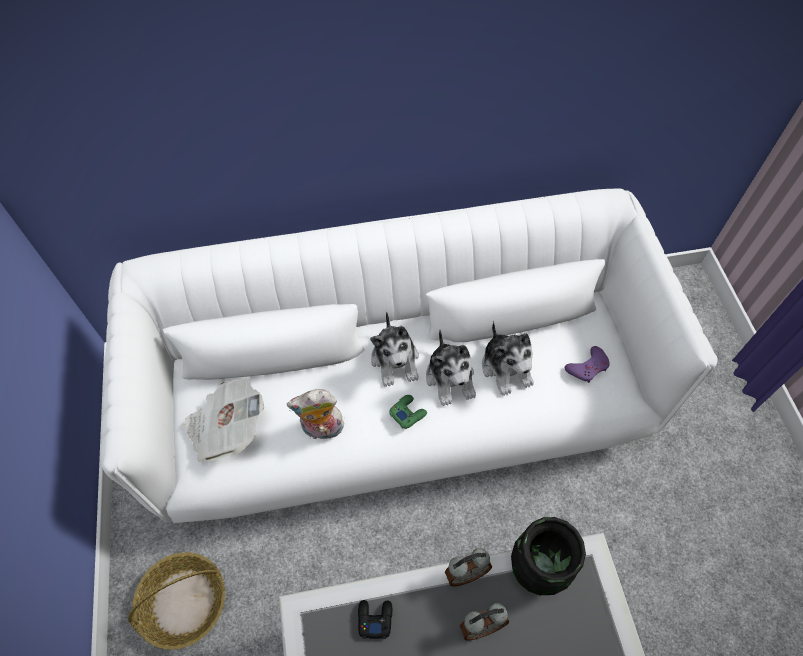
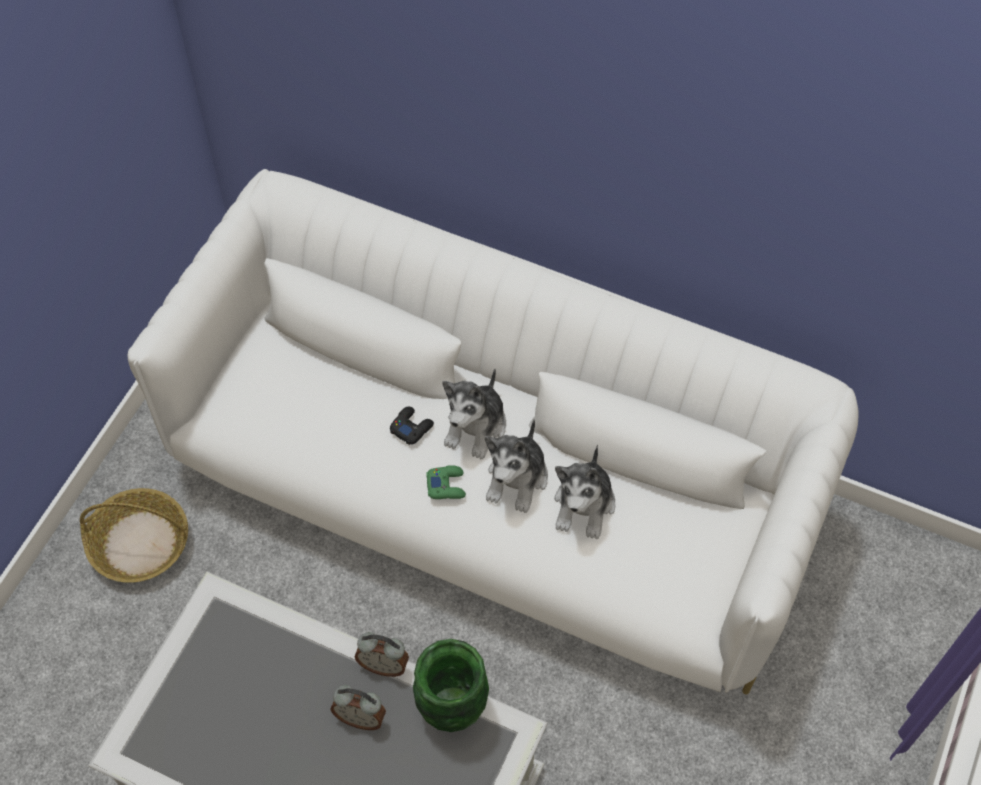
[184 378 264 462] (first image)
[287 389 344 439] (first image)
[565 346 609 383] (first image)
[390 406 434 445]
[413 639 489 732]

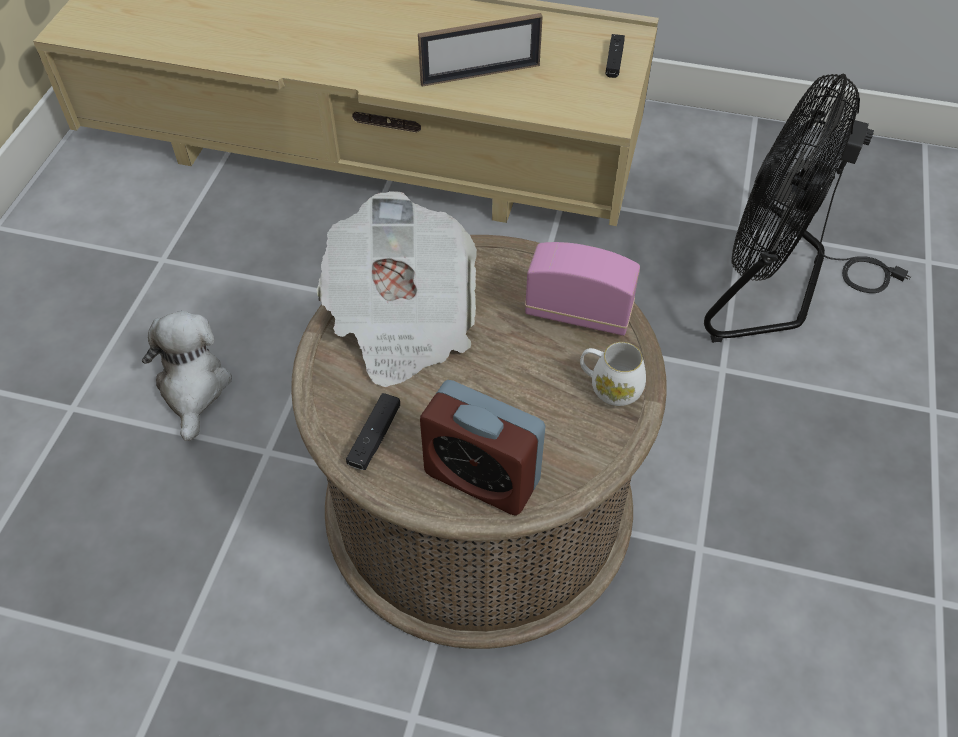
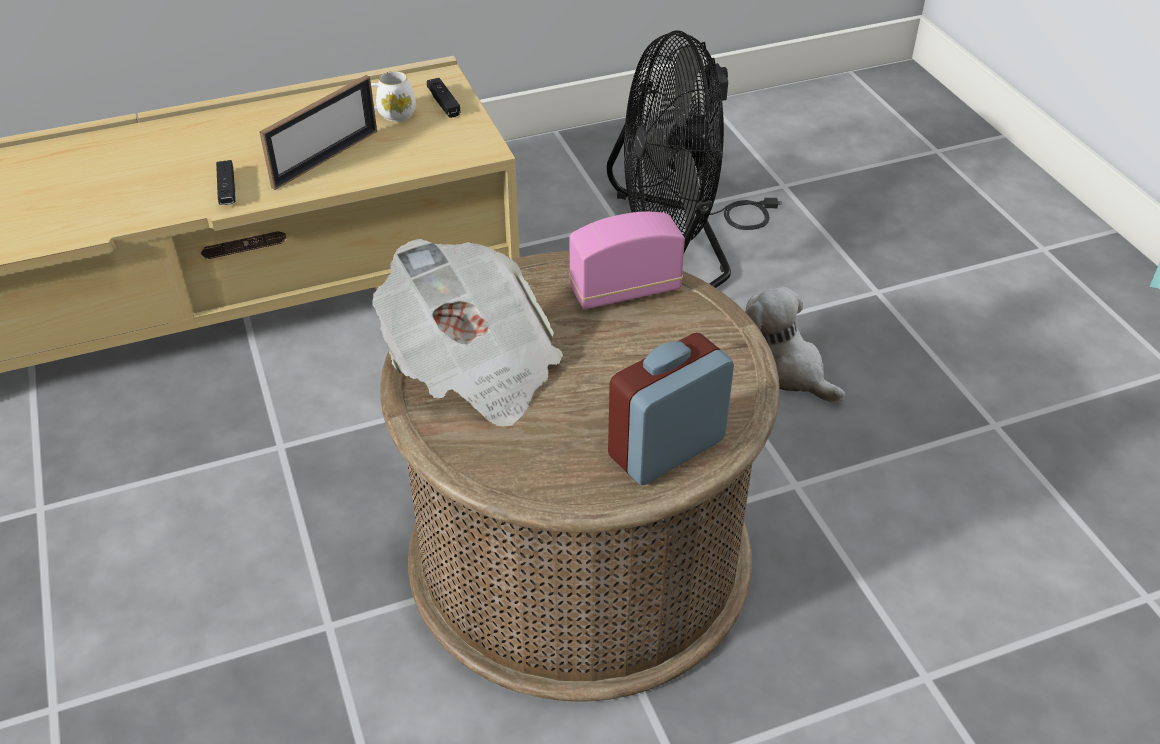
[745 286 845 403]
[216 160 236 205]
[371 71 416 122]
[608 333 734 485]

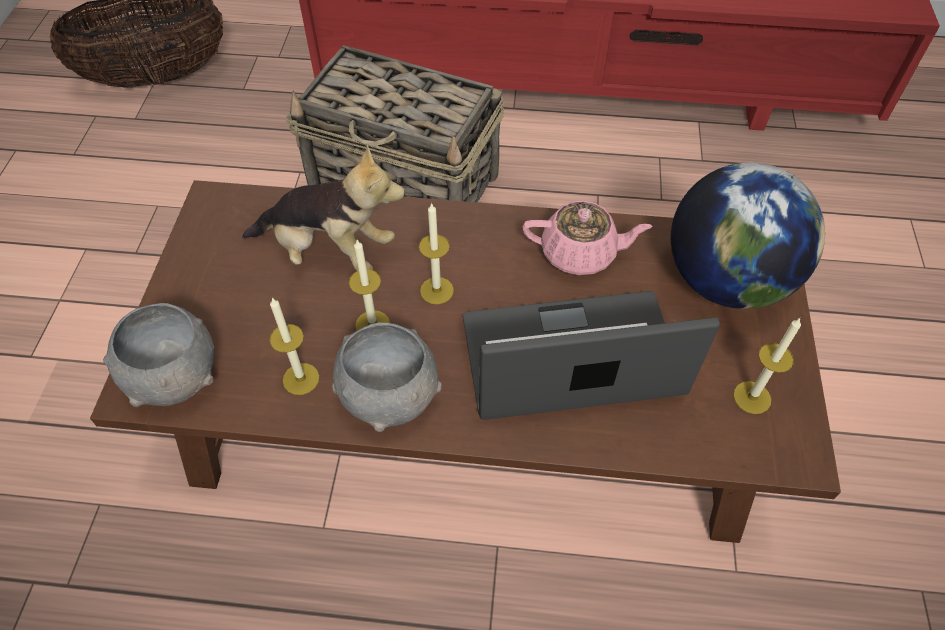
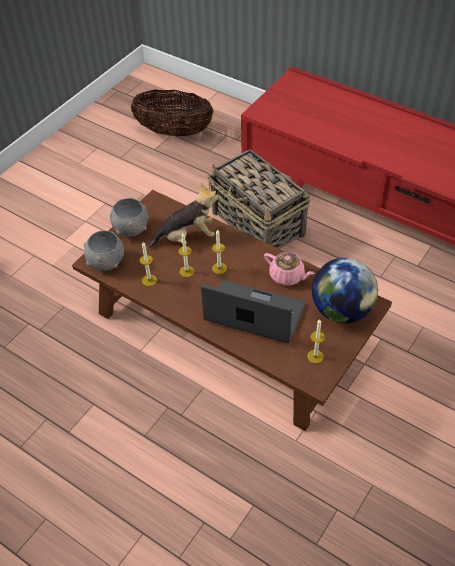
[110 198 149 237]
[149 183 219 248]

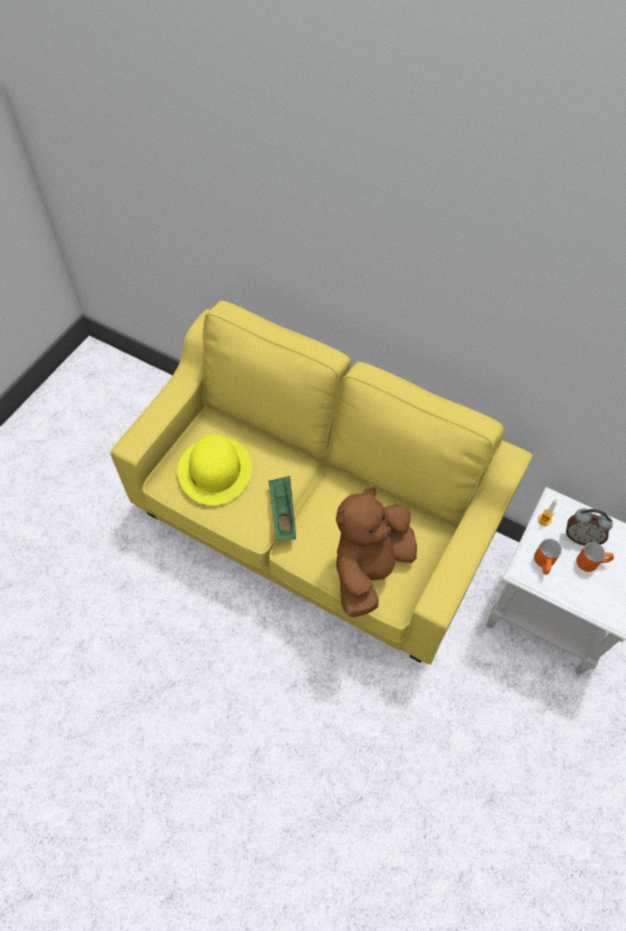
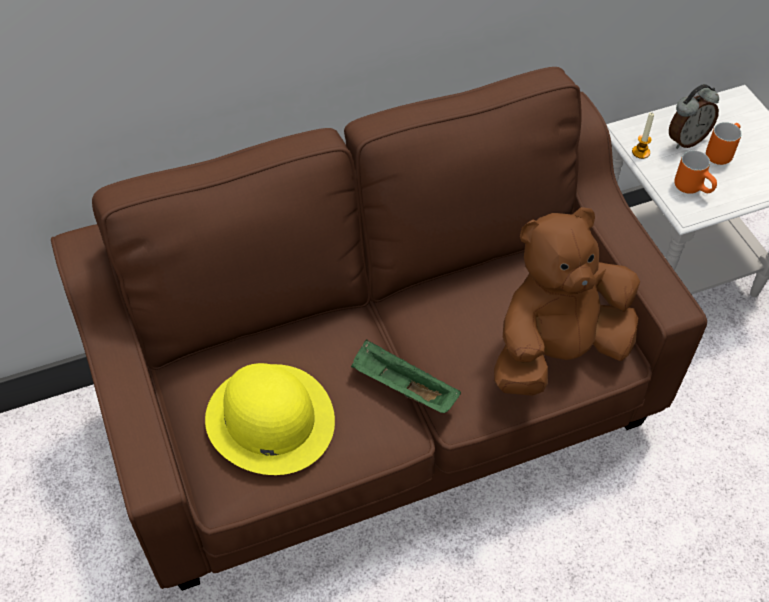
[51 67 707 591]
[494 207 640 396]

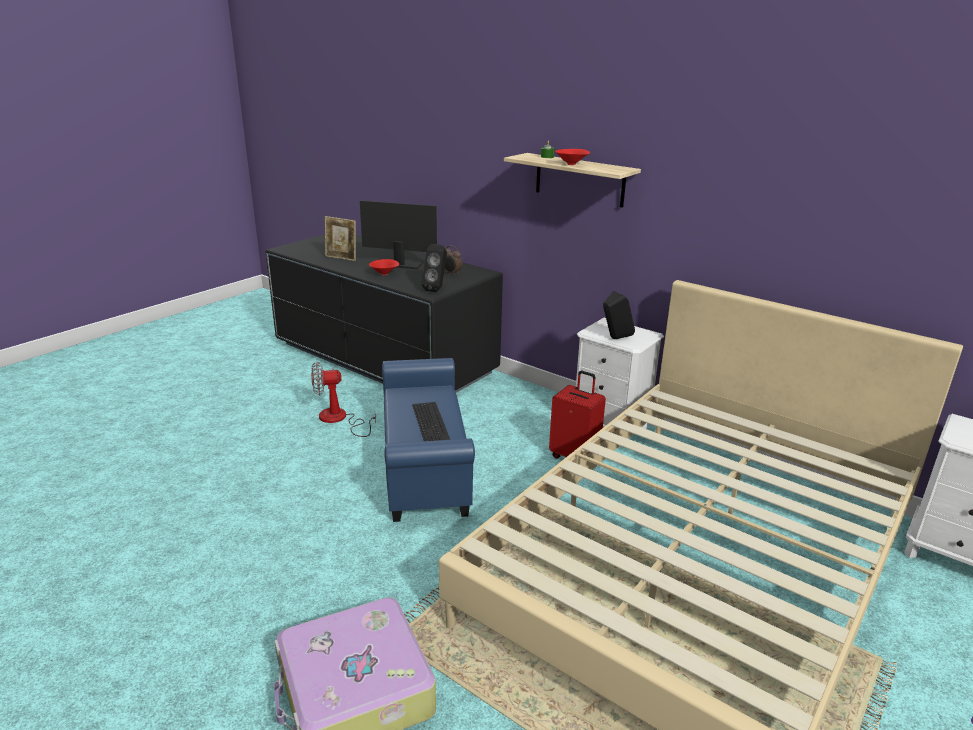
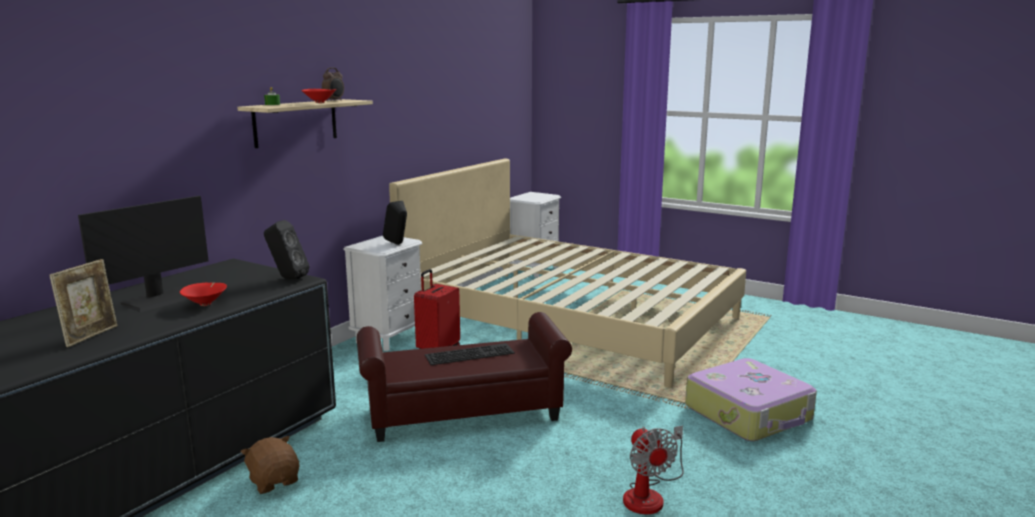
[241 436 299 494]
[623 426 684 514]
[322 67 344 101]
[357 312 572 442]
[78 196 209 312]

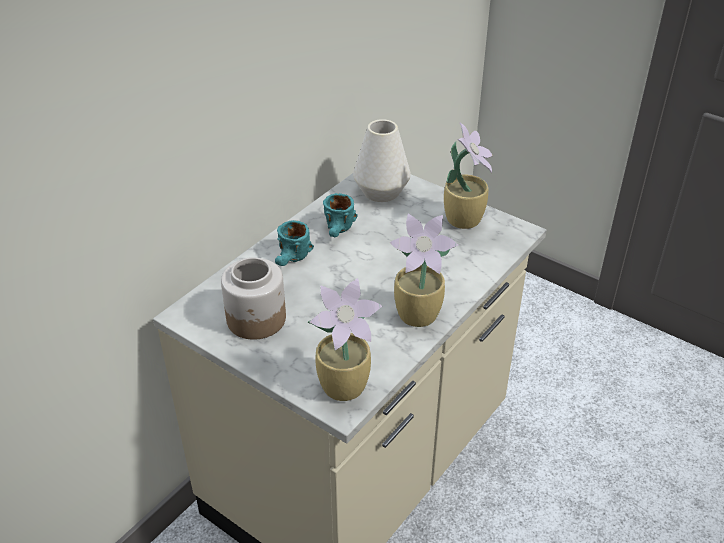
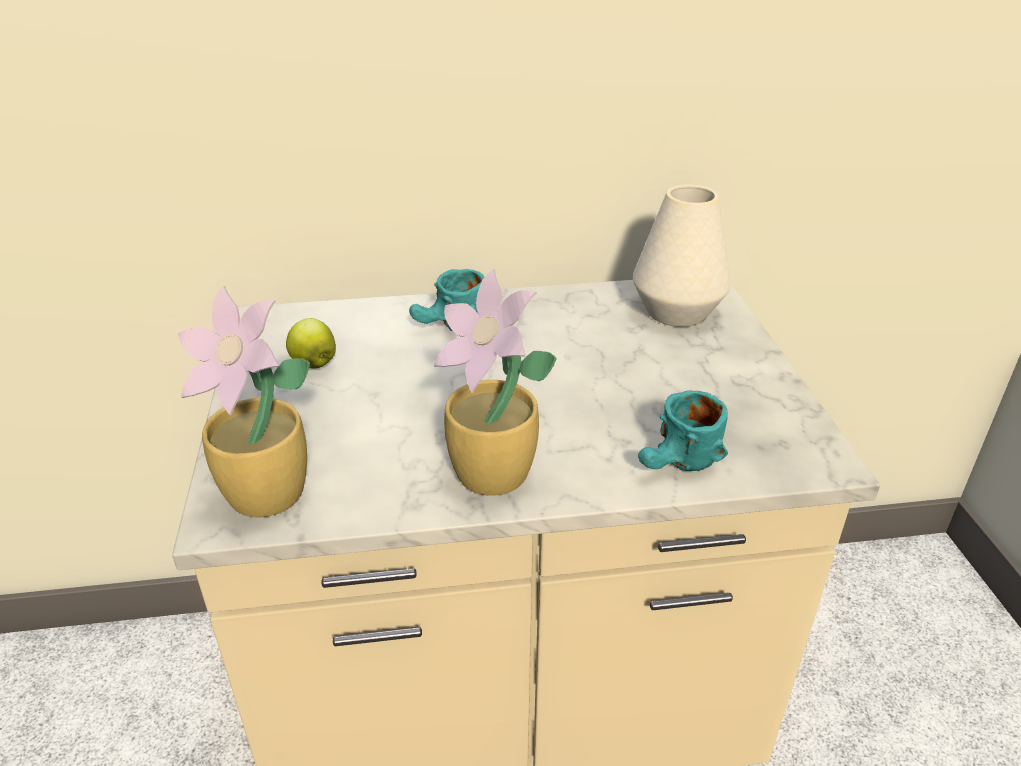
[444 123 493 229] (first image)
[638 390 728 471]
[286 318 336 368]

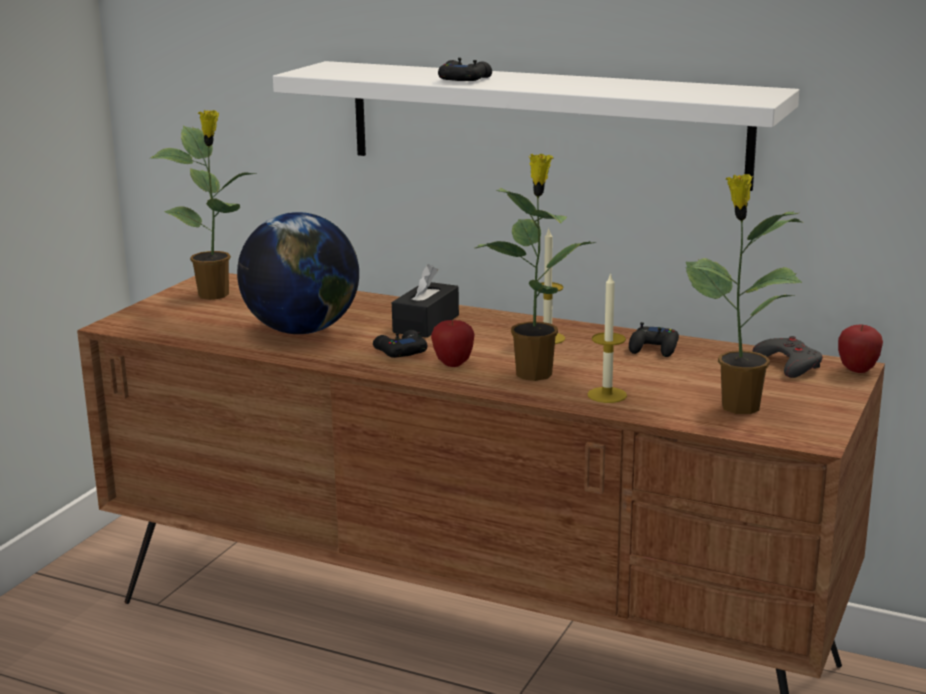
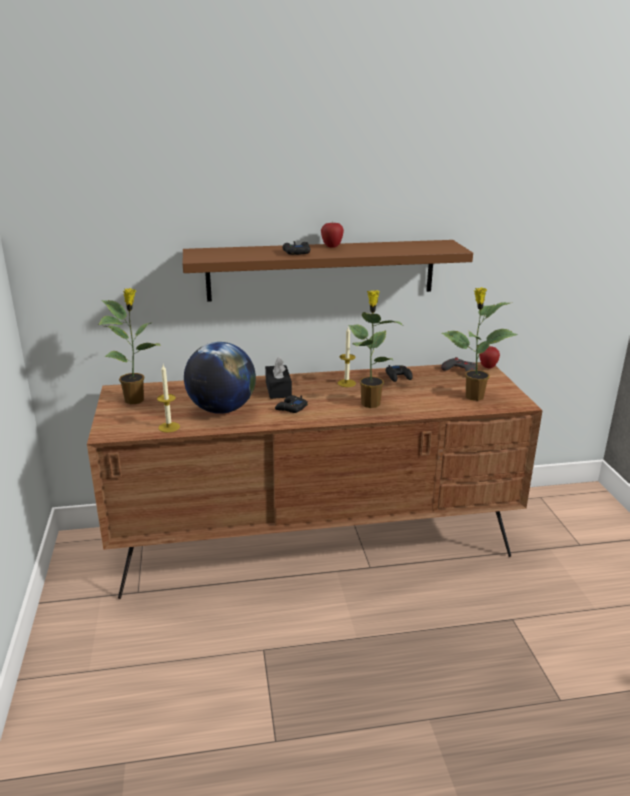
[321 222 344 248]
[157 365 180 433]
[182 240 473 302]

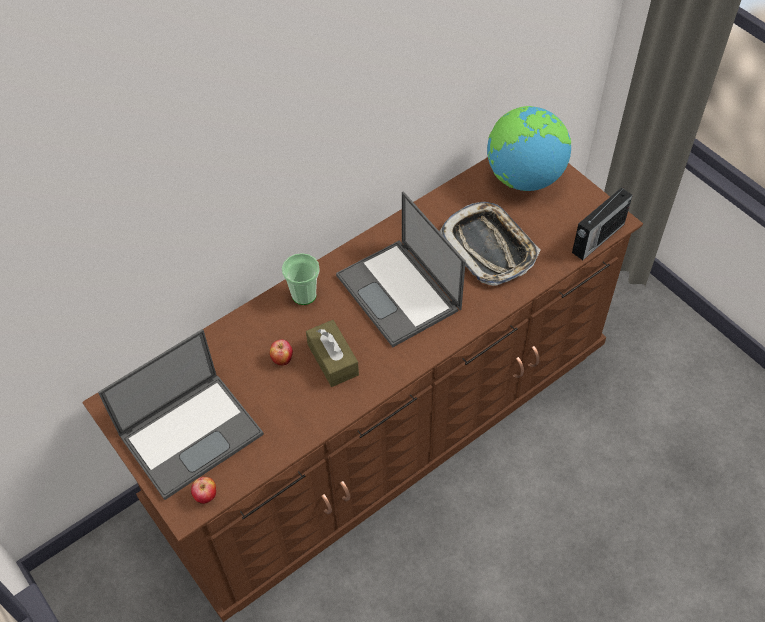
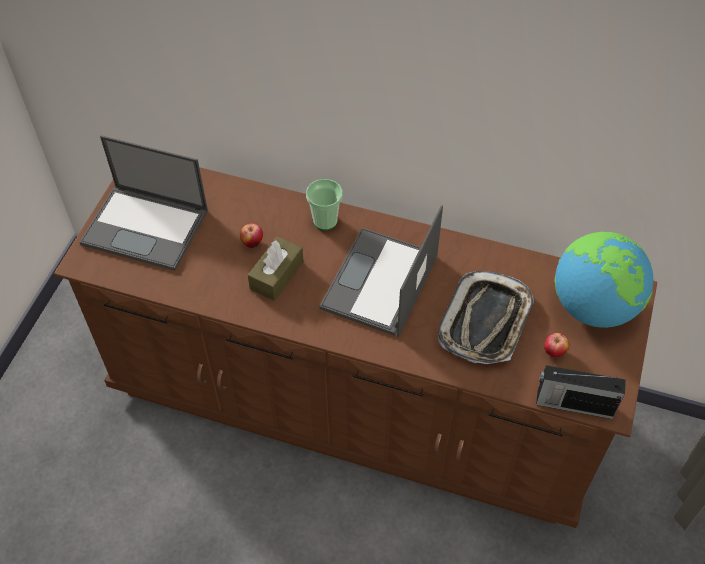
[544 333 569 358]

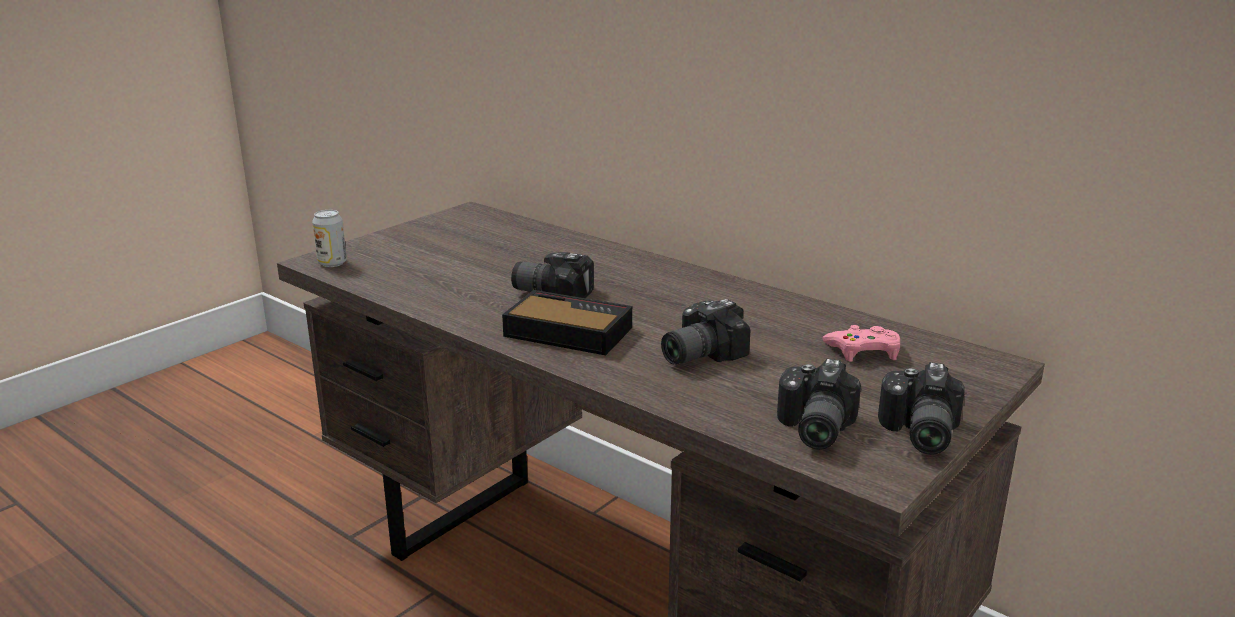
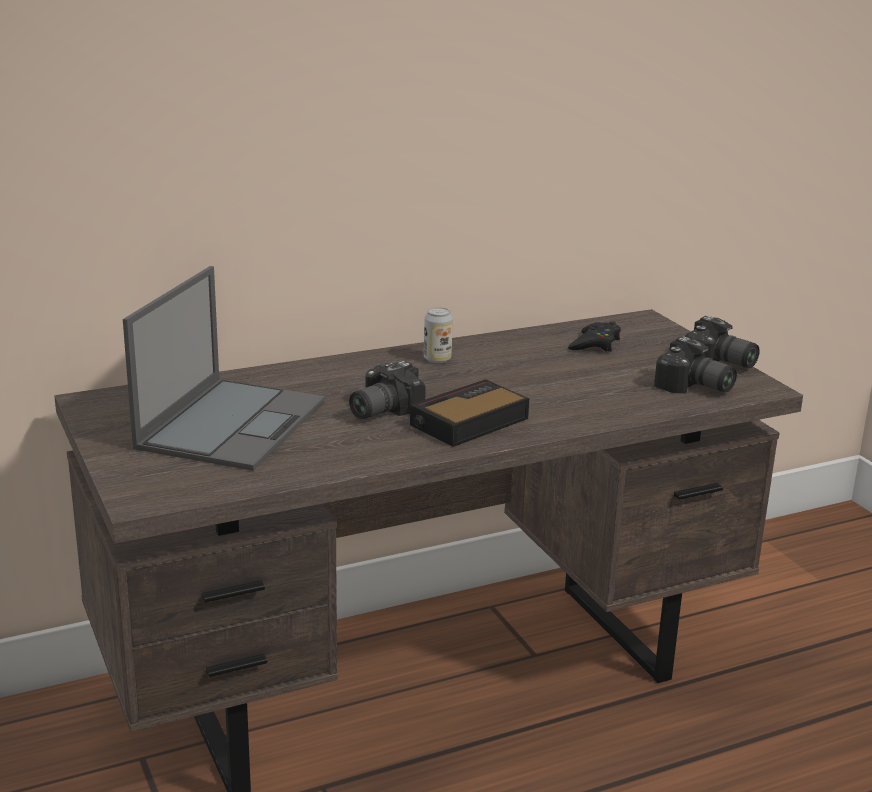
[661 299 751 365] (first image)
[123 266 325 471]
[424 307 453 363]
[568 321 621 352]

